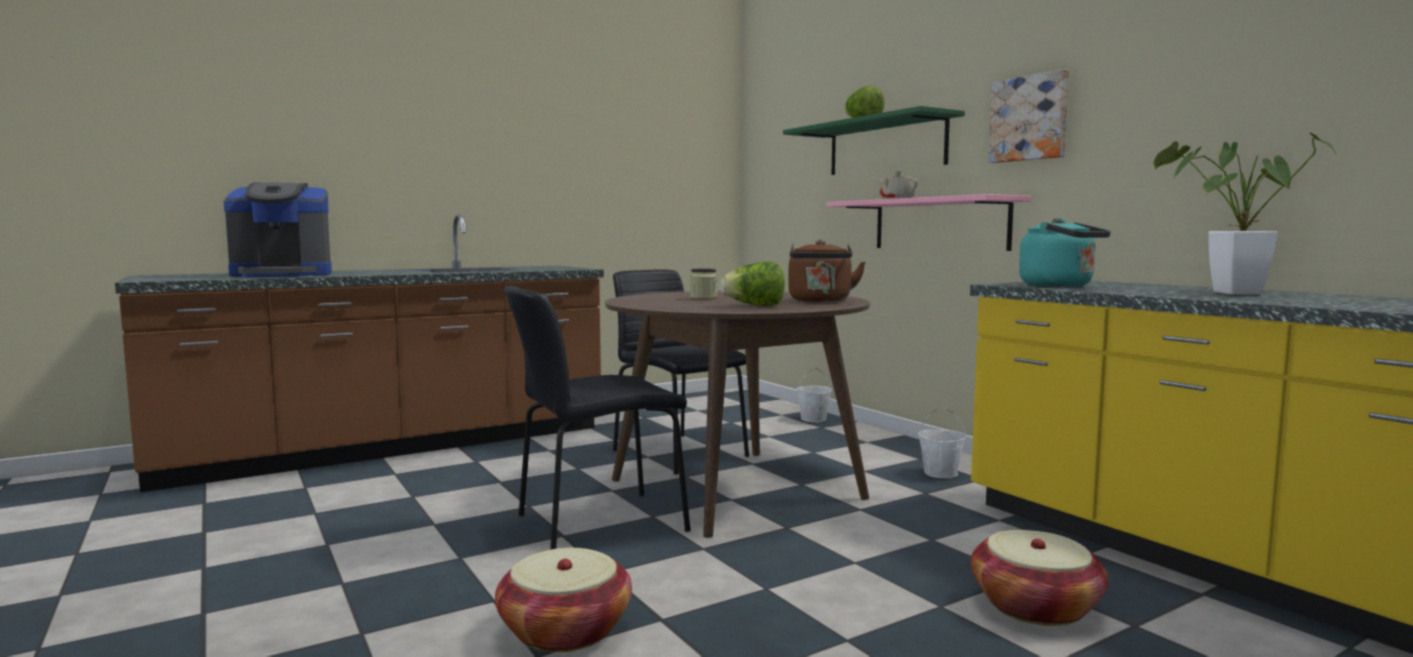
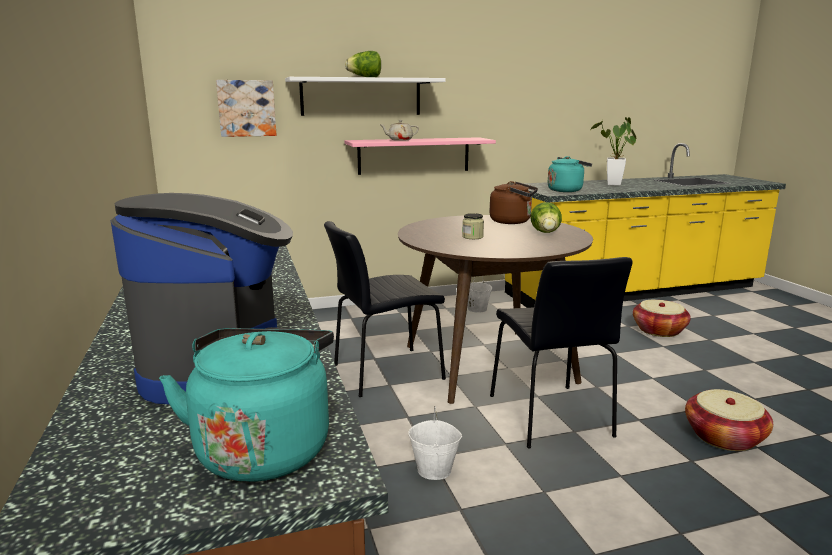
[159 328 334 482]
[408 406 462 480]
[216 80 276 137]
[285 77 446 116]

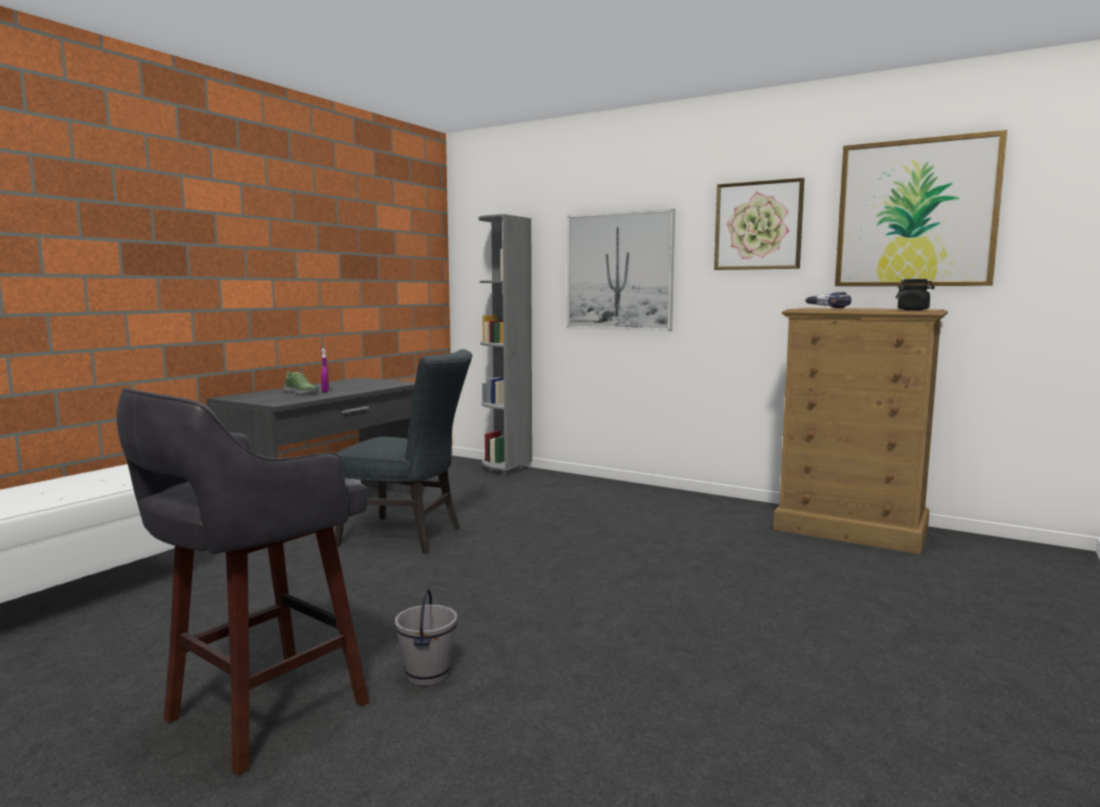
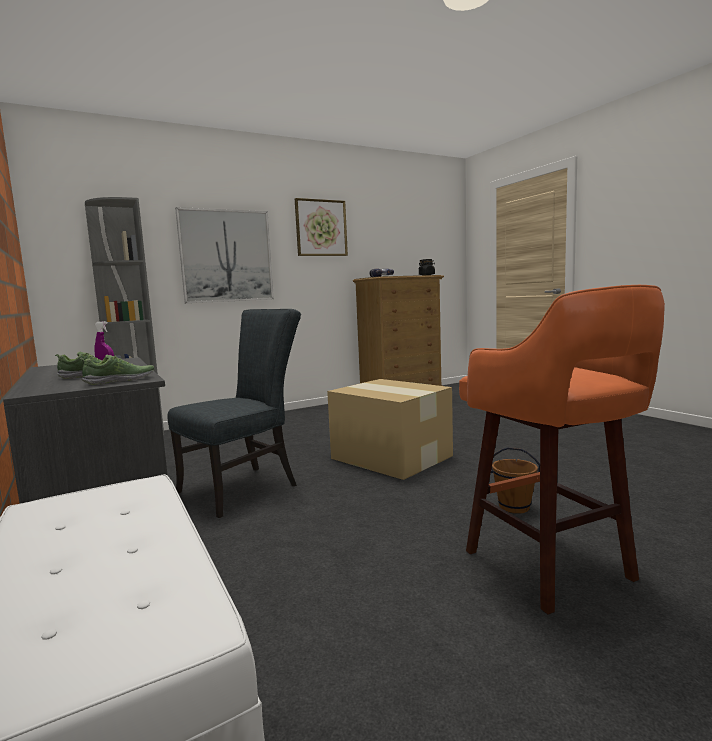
[835 130 1007 286] (first image)
[80 355 155 385]
[327 379 453 480]
[459 285 665 615]
[491 447 540 514]

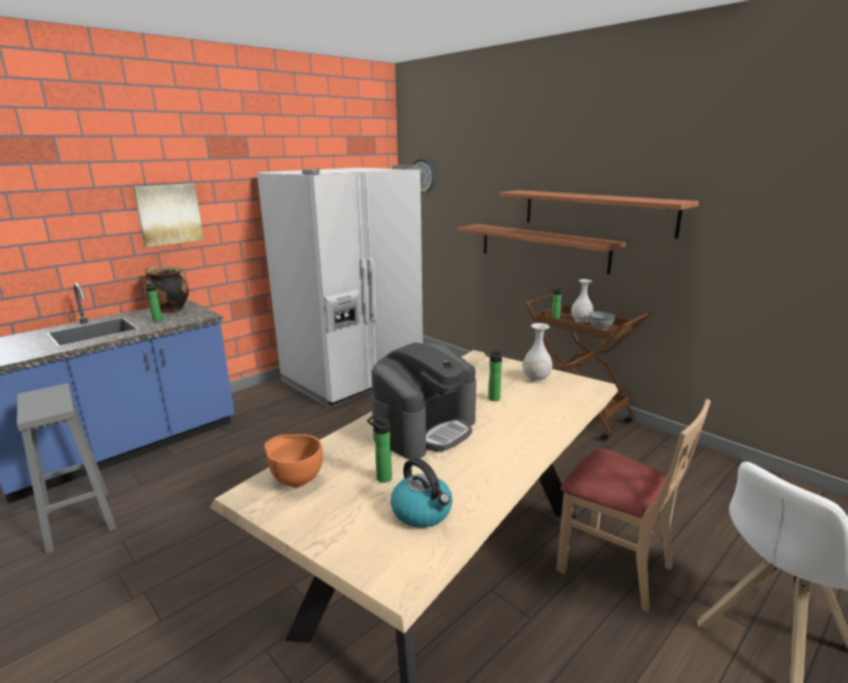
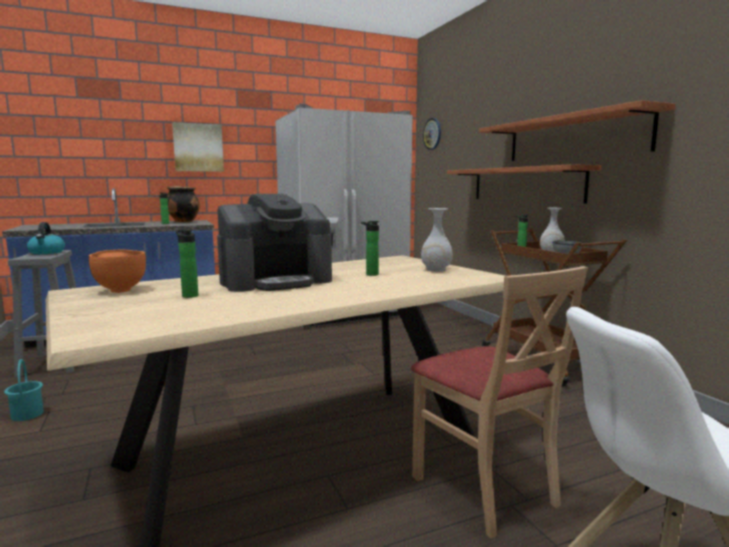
[4 359 44 421]
[27 222 65 254]

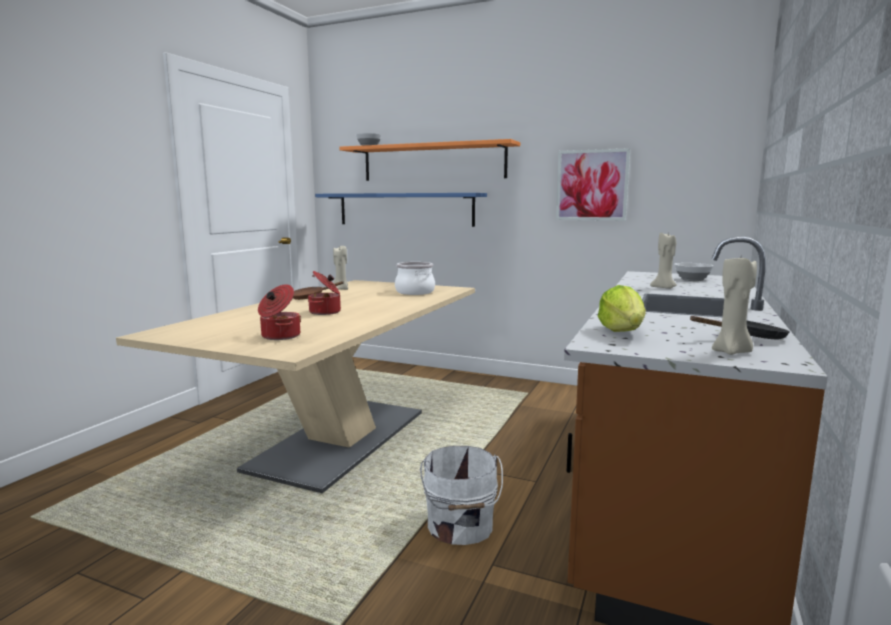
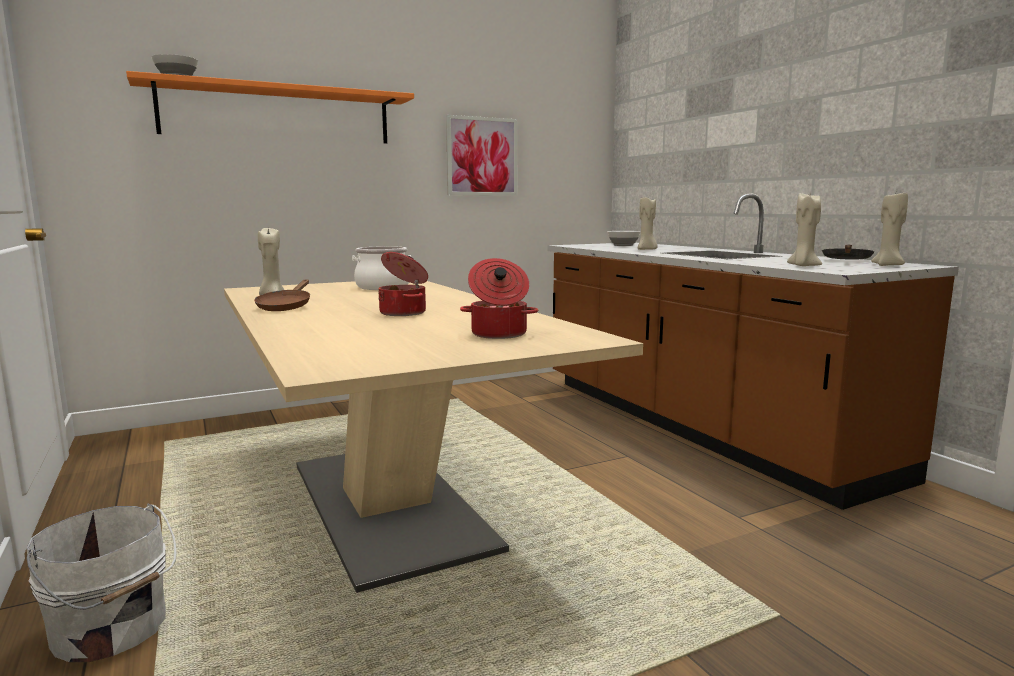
[315 193 487 227] (first image)
[26 503 176 662]
[787 191 822 266]

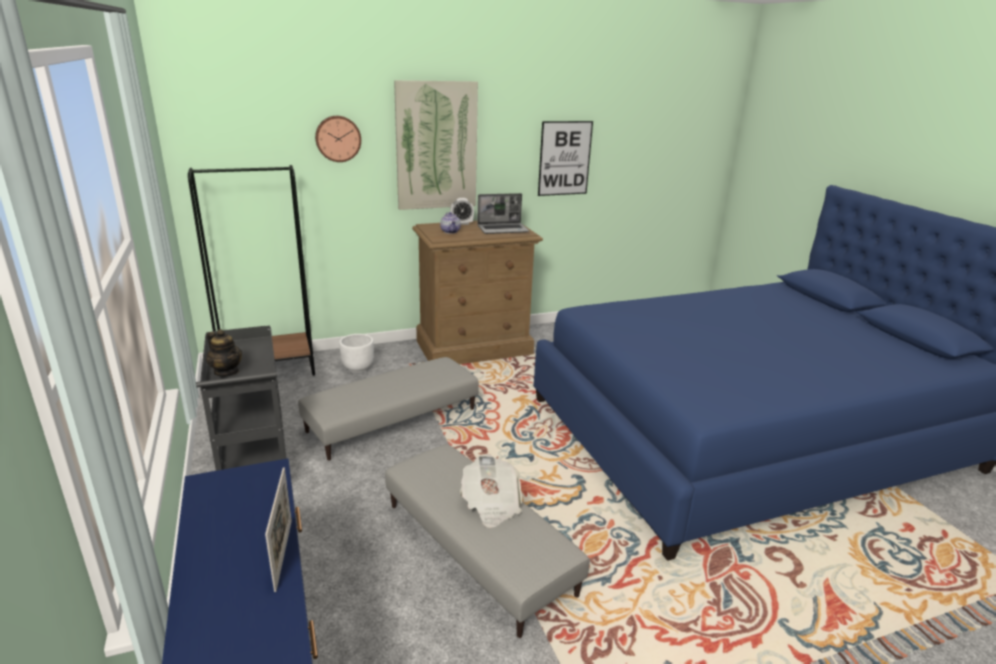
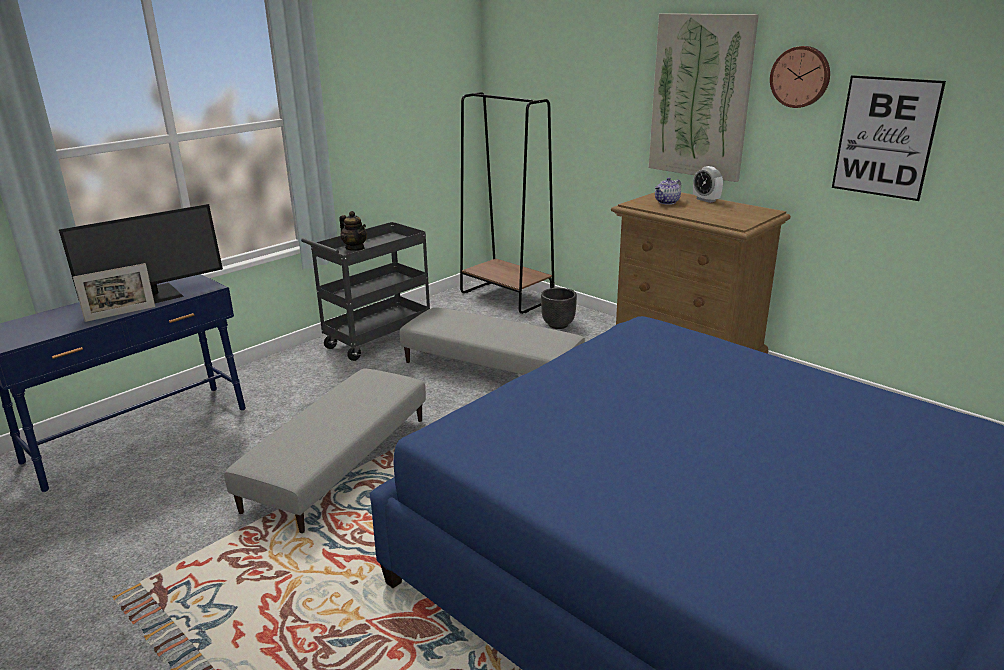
[460 454 522 528] (first image)
[477 193 529 234] (first image)
[59 204 223 303]
[770 46 830 108]
[541 288 577 329]
[339 211 367 251]

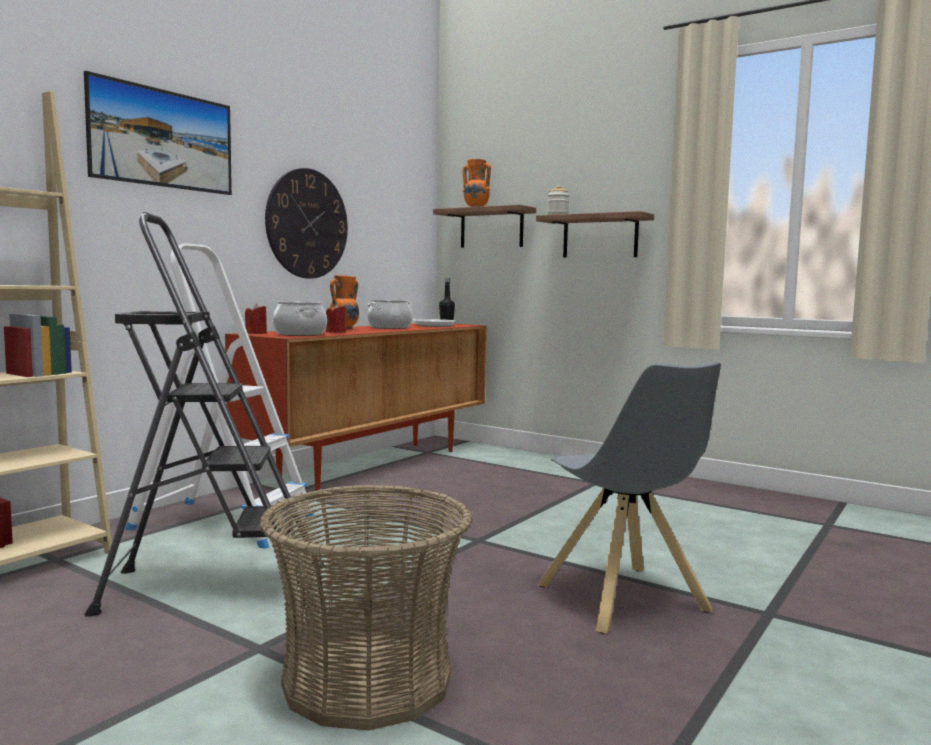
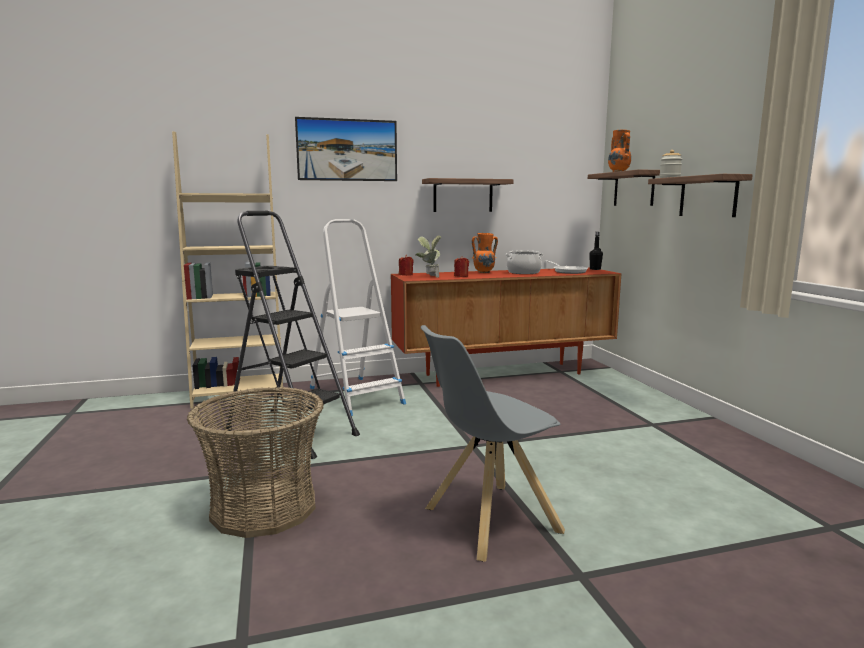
[422 178 514 212]
[415 236 441 278]
[421 325 565 561]

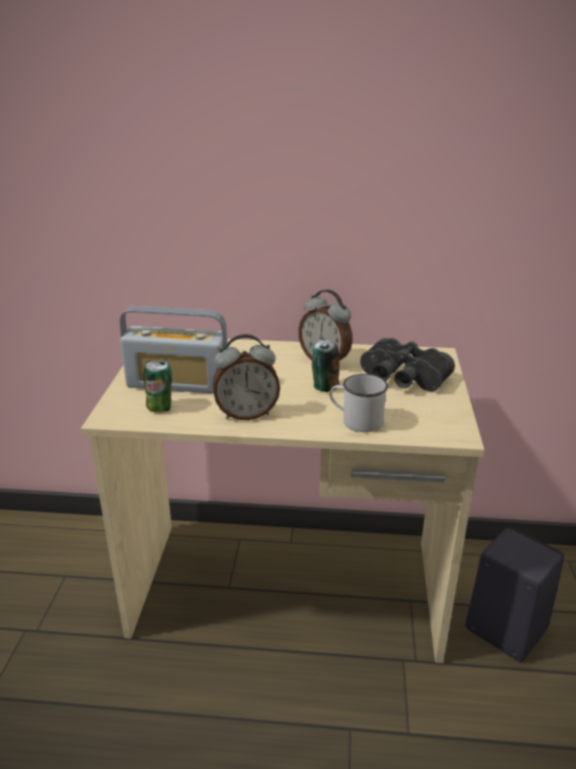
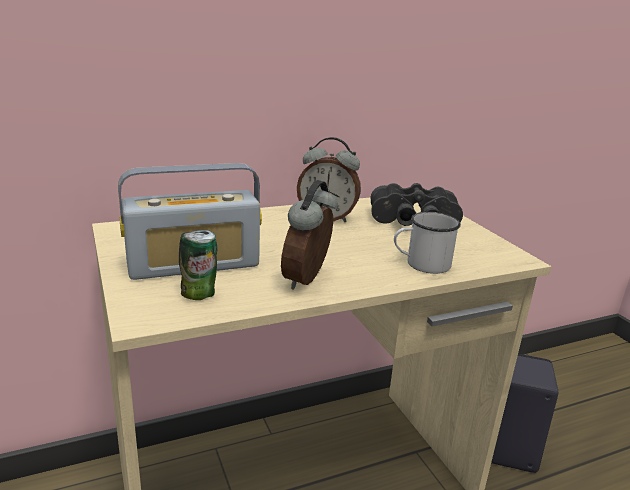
[312 340 339 392] (first image)
[281 180 338 290]

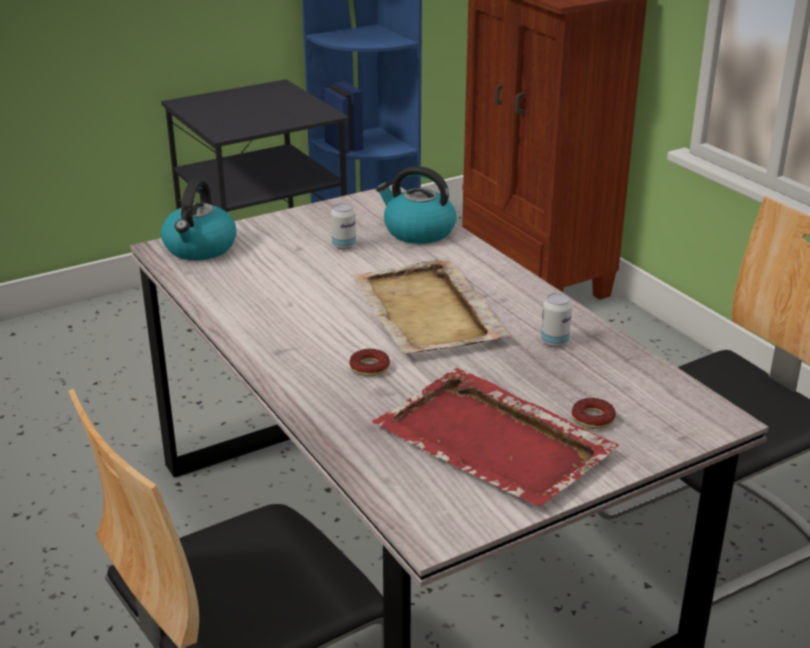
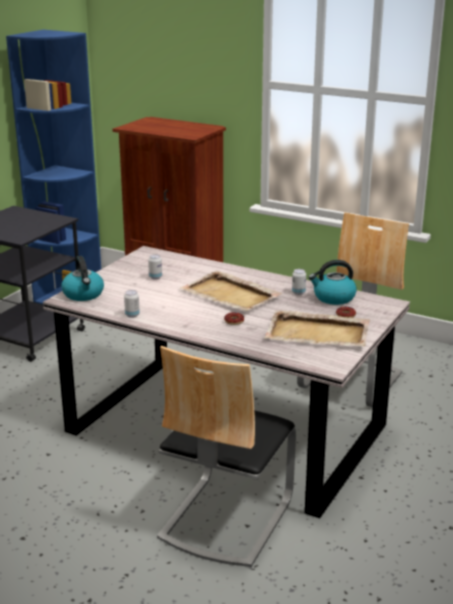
[124 290 140 318]
[309 260 357 305]
[264 310 370 346]

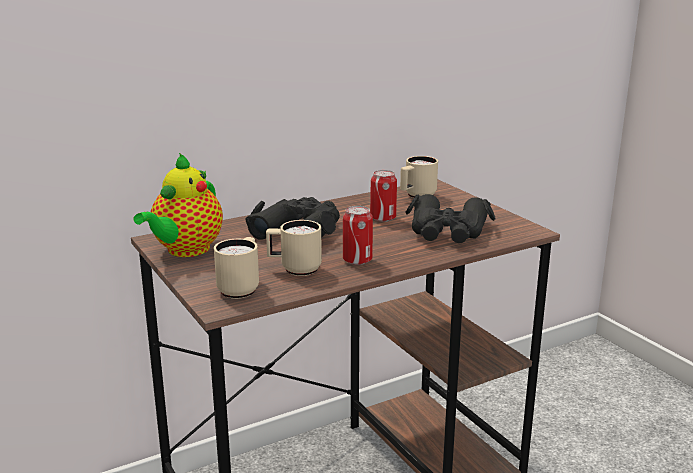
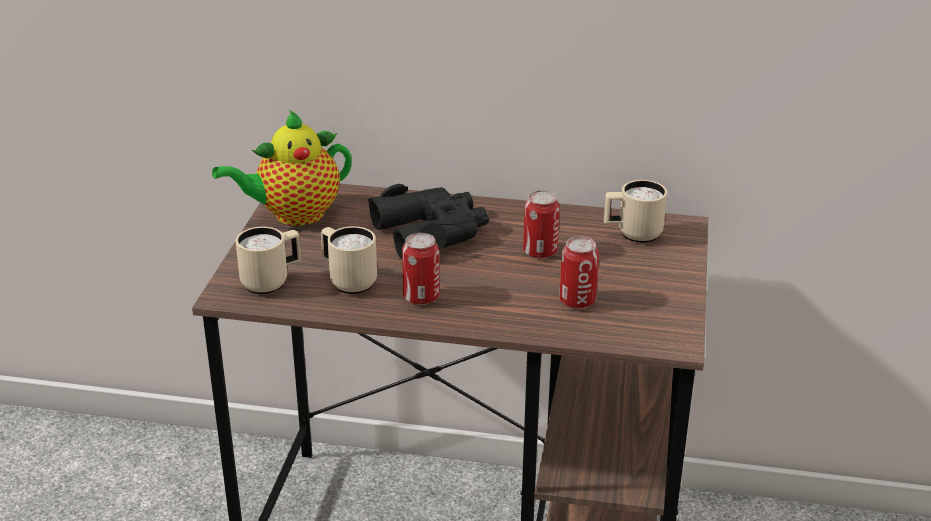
[559 236 599 309]

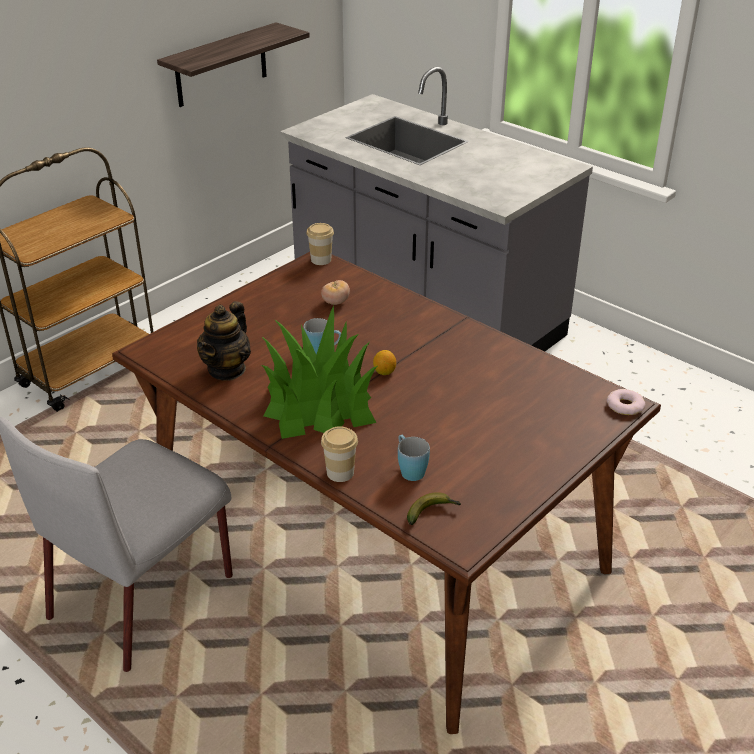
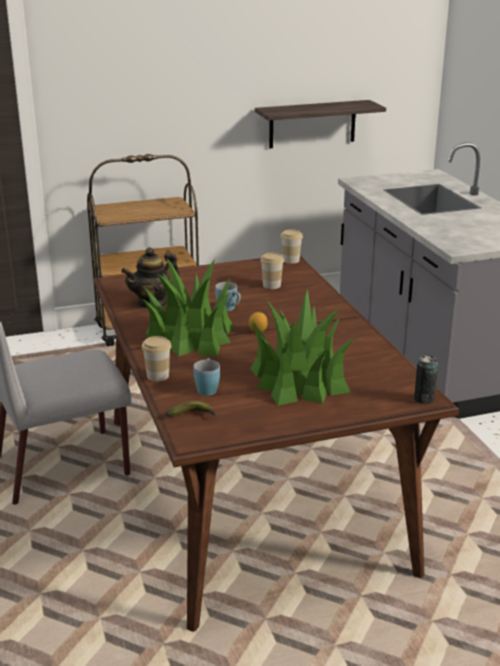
[250 289 354 405]
[260 253 284 289]
[414 355 438 404]

